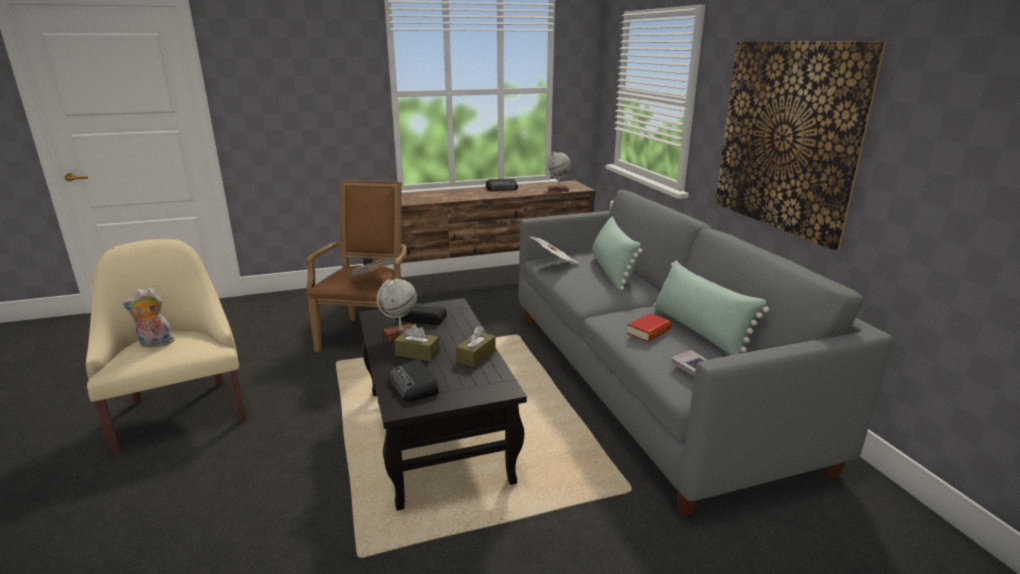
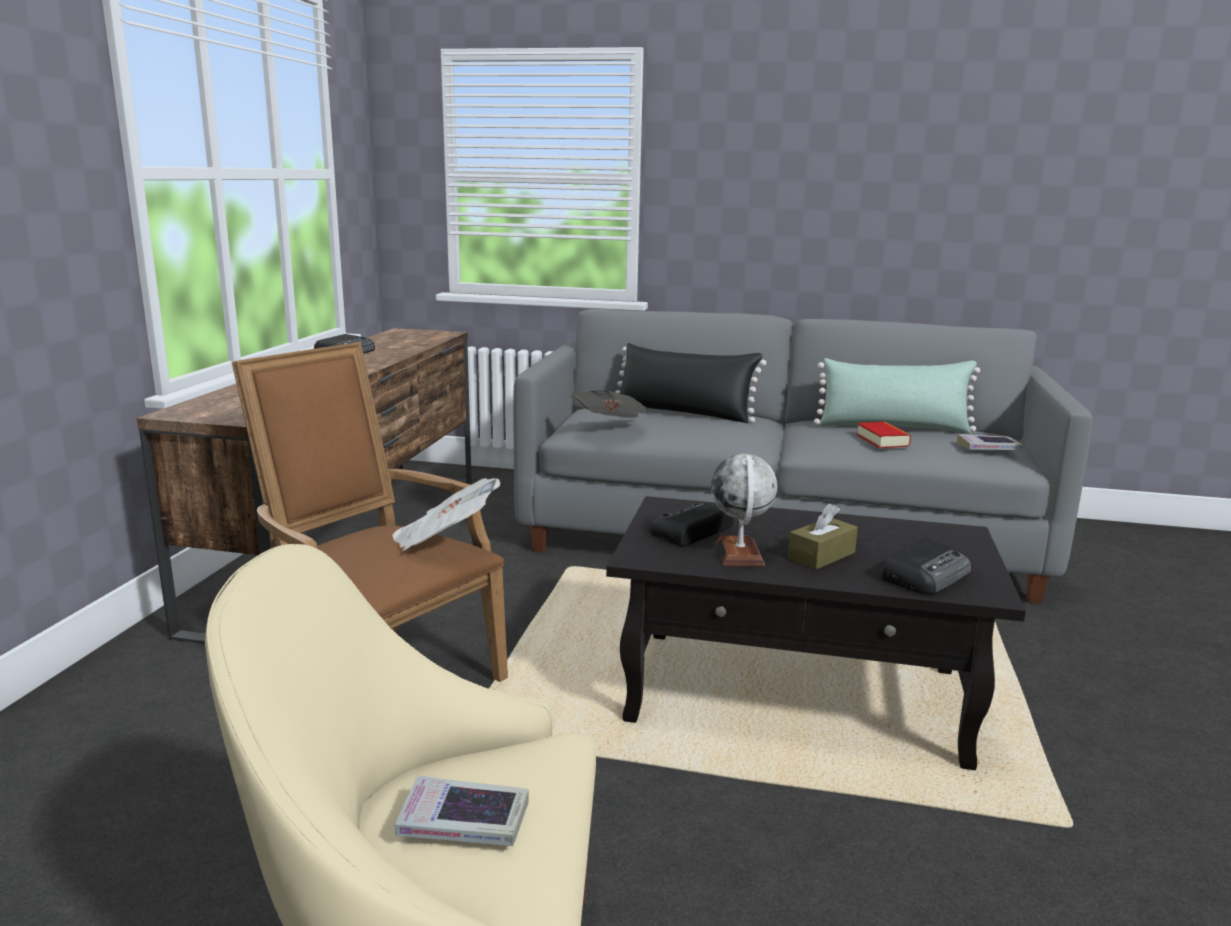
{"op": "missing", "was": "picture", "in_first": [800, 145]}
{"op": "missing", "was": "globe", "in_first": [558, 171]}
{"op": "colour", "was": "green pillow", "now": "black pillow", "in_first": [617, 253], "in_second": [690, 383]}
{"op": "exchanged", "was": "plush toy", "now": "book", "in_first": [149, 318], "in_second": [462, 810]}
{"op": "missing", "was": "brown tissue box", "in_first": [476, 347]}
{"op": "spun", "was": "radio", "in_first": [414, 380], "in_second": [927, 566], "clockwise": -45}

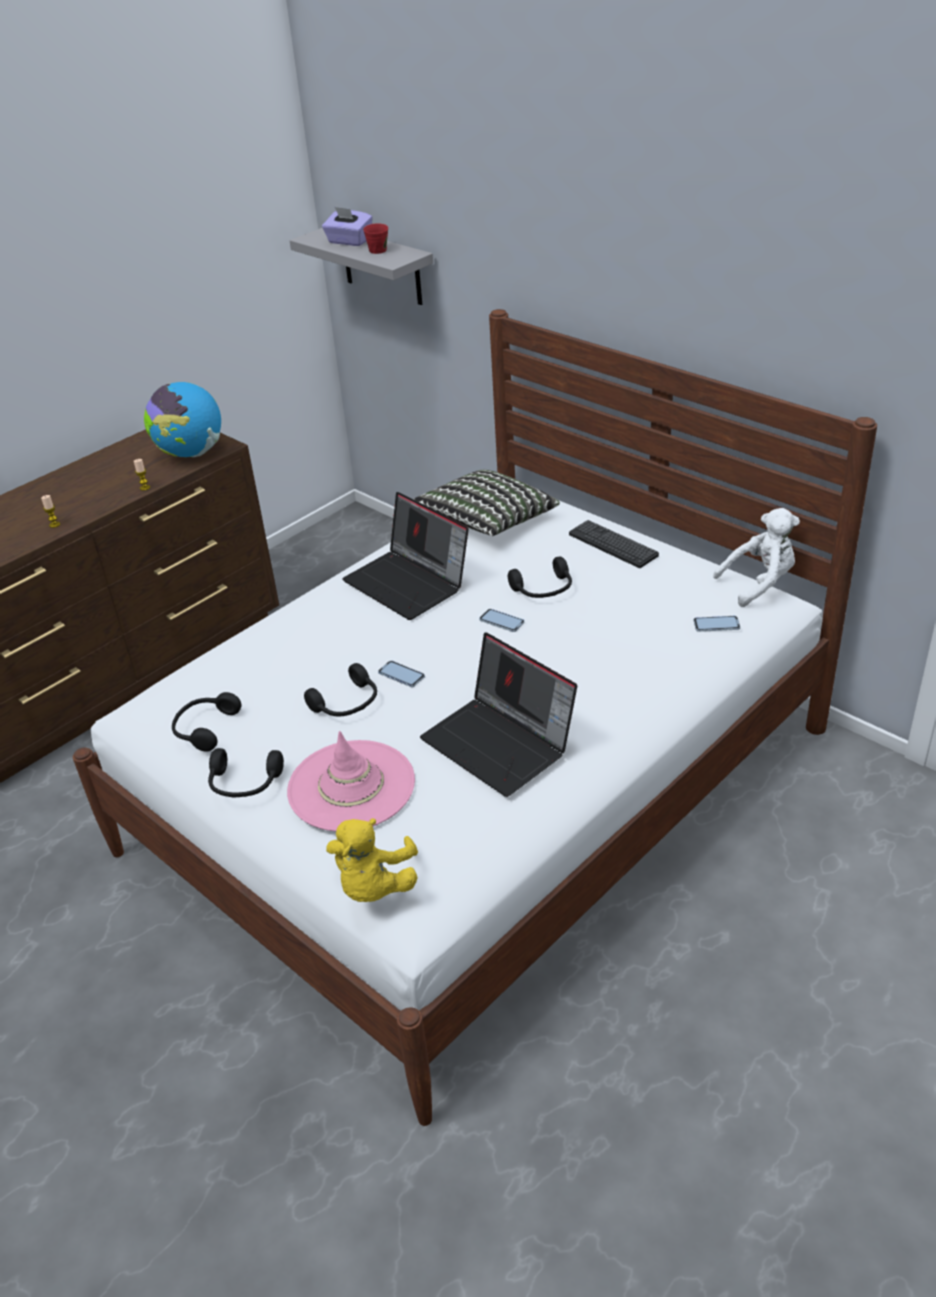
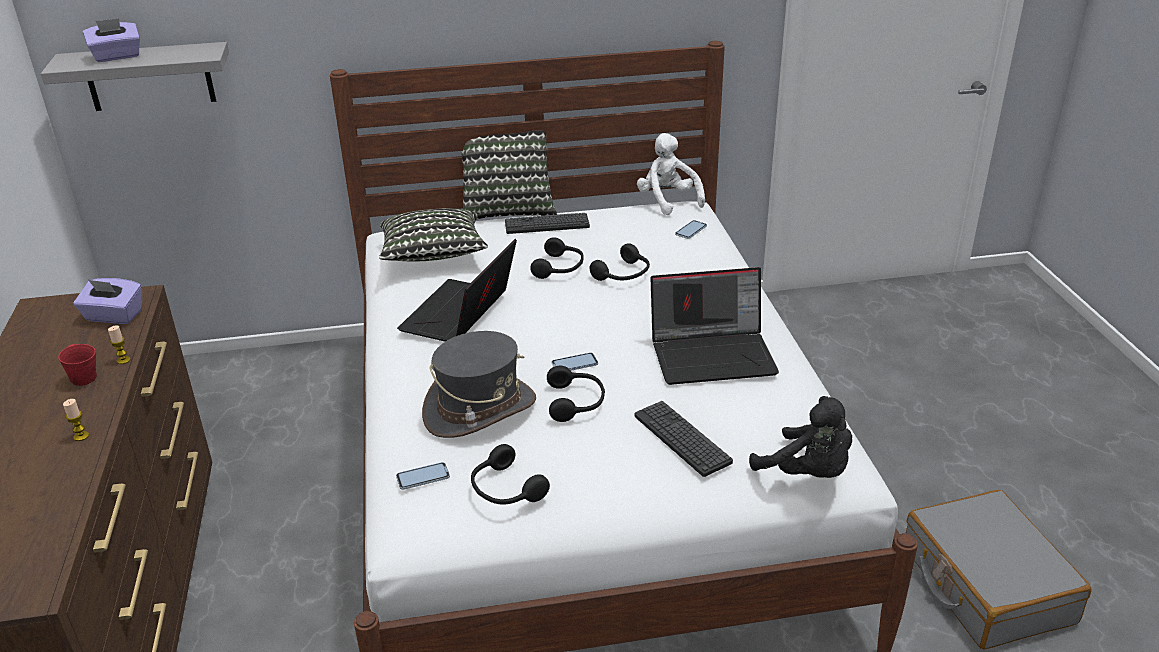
{"op": "relocated", "was": "red mug", "in_first": [375, 238], "in_second": [77, 365]}
{"op": "exchanged", "was": "globe", "now": "purple tissue box", "in_first": [182, 419], "in_second": [107, 301]}
{"op": "spun", "was": "laptop", "in_first": [405, 556], "in_second": [457, 290], "clockwise": 120}
{"op": "spun", "was": "white plush toy", "in_first": [756, 557], "in_second": [671, 174], "clockwise": -45}
{"op": "relocated", "was": "phone", "in_first": [502, 620], "in_second": [423, 476]}
{"op": "exchanged", "was": "pink hat", "now": "keyboard", "in_first": [351, 781], "in_second": [684, 439]}
{"op": "relocated", "was": "black headphones", "in_first": [246, 773], "in_second": [619, 262]}
{"op": "colour", "was": "yellow plush toy", "now": "black plush toy", "in_first": [372, 860], "in_second": [800, 437]}
{"op": "appeared", "now": "pillow", "in_second": [509, 175]}
{"op": "appeared", "now": "grey hat", "in_second": [479, 384]}
{"op": "appeared", "now": "grey suitcase", "in_second": [998, 570]}

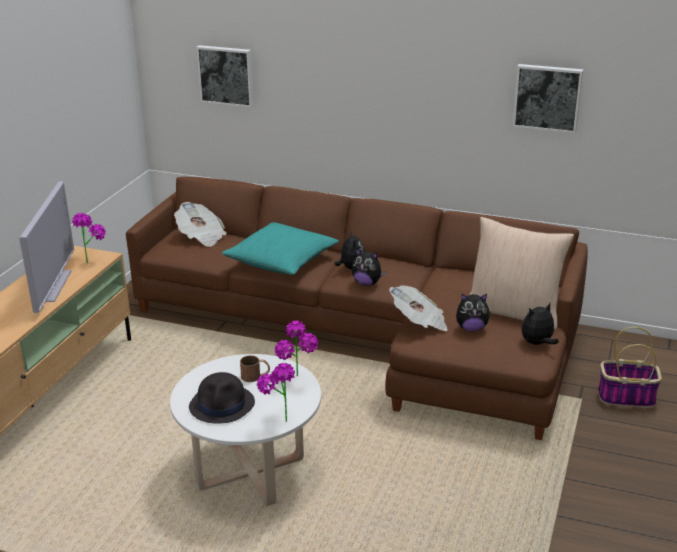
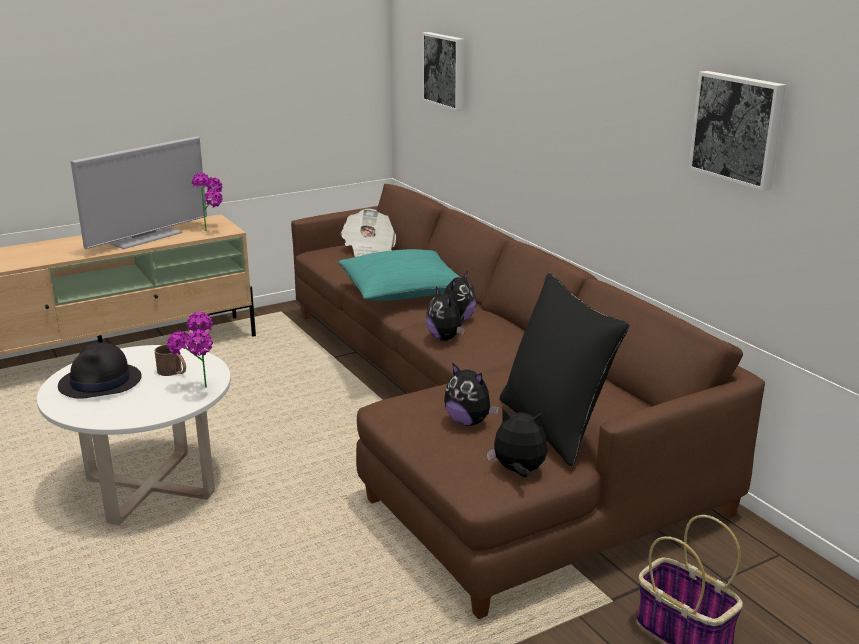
{"op": "colour", "was": "beige pillow", "now": "black pillow", "in_first": [521, 273], "in_second": [565, 370]}
{"op": "missing", "was": "newspaper", "in_first": [418, 308]}
{"op": "missing", "was": "potted plant", "in_first": [276, 392]}

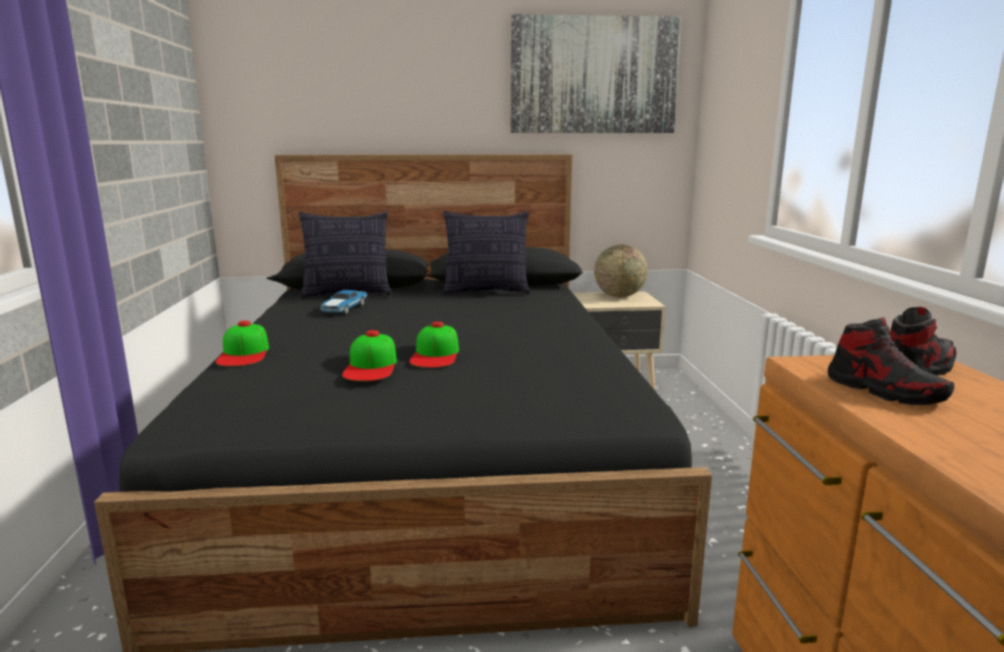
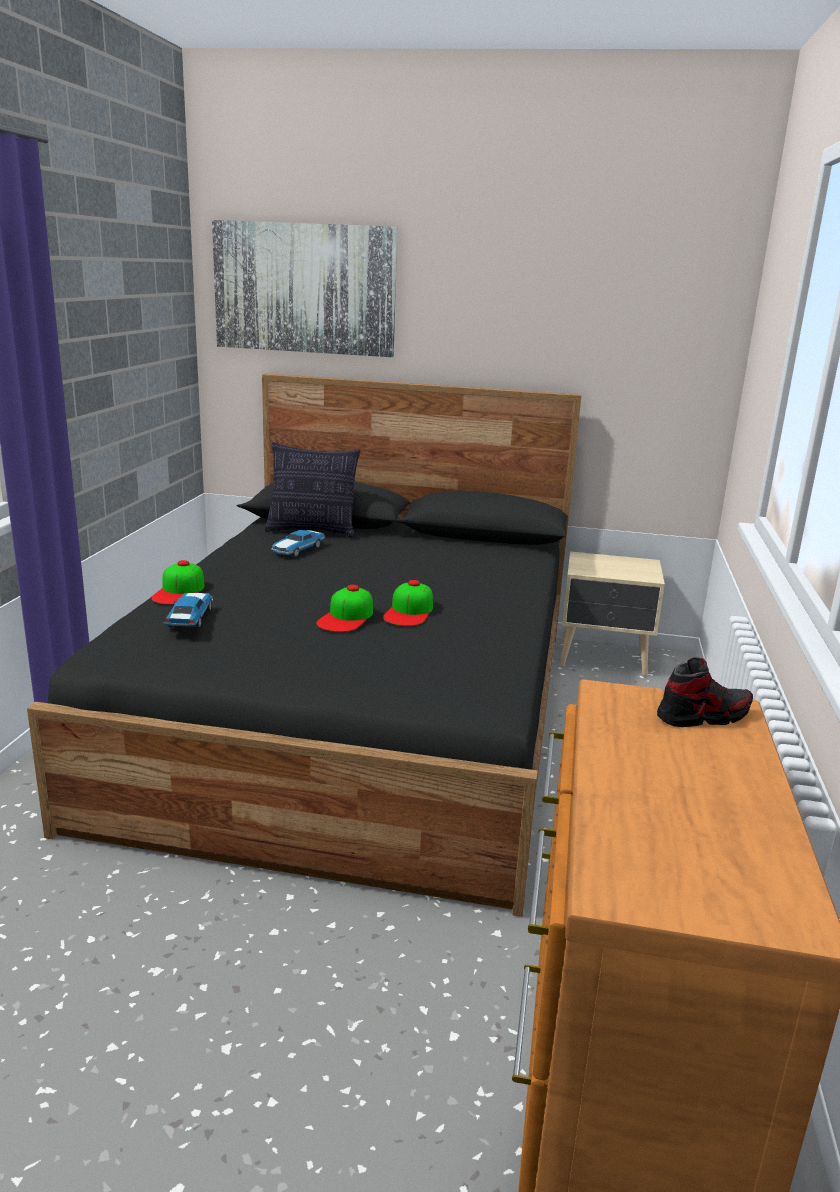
{"op": "relocated", "was": "picture", "in_first": [596, 73], "in_second": [304, 288]}
{"op": "missing", "was": "pillow", "in_first": [486, 253]}
{"op": "missing", "was": "globe", "in_first": [621, 270]}
{"op": "missing", "was": "shoe", "in_first": [891, 361]}
{"op": "relocated", "was": "cap", "in_first": [369, 355], "in_second": [408, 603]}
{"op": "appeared", "now": "toy car", "in_second": [188, 610]}

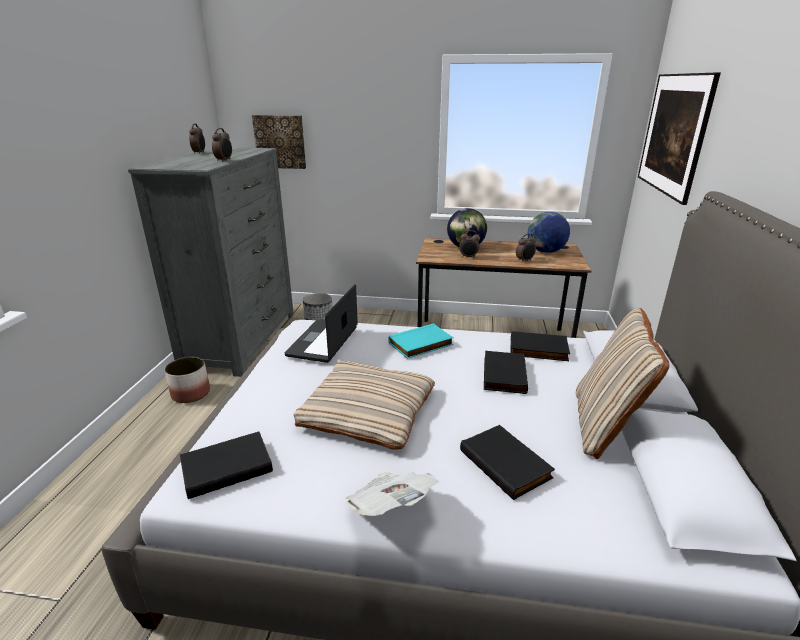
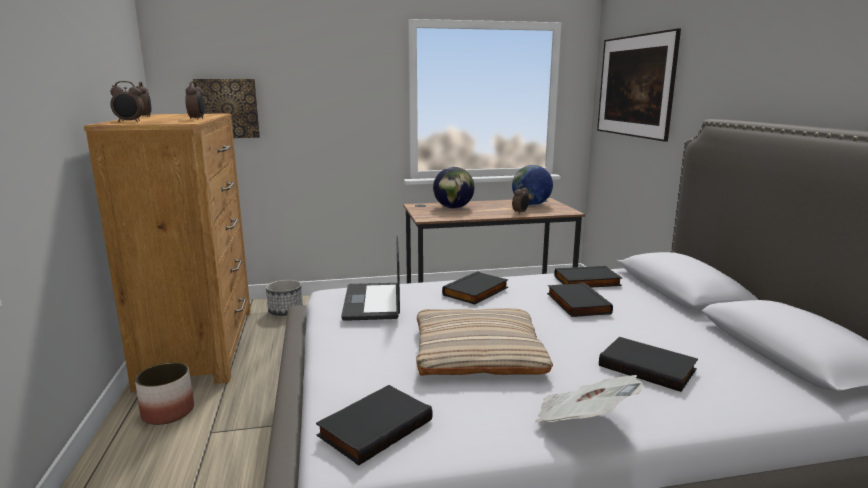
{"op": "colour", "was": "grey dresser", "now": "brown dresser", "in_first": [211, 262], "in_second": [167, 252]}
{"op": "relocated", "was": "alarm clock", "in_first": [469, 244], "in_second": [127, 101]}
{"op": "missing", "was": "beige pillow", "in_first": [622, 383]}
{"op": "colour", "was": "turquoise book", "now": "black book", "in_first": [421, 341], "in_second": [475, 287]}

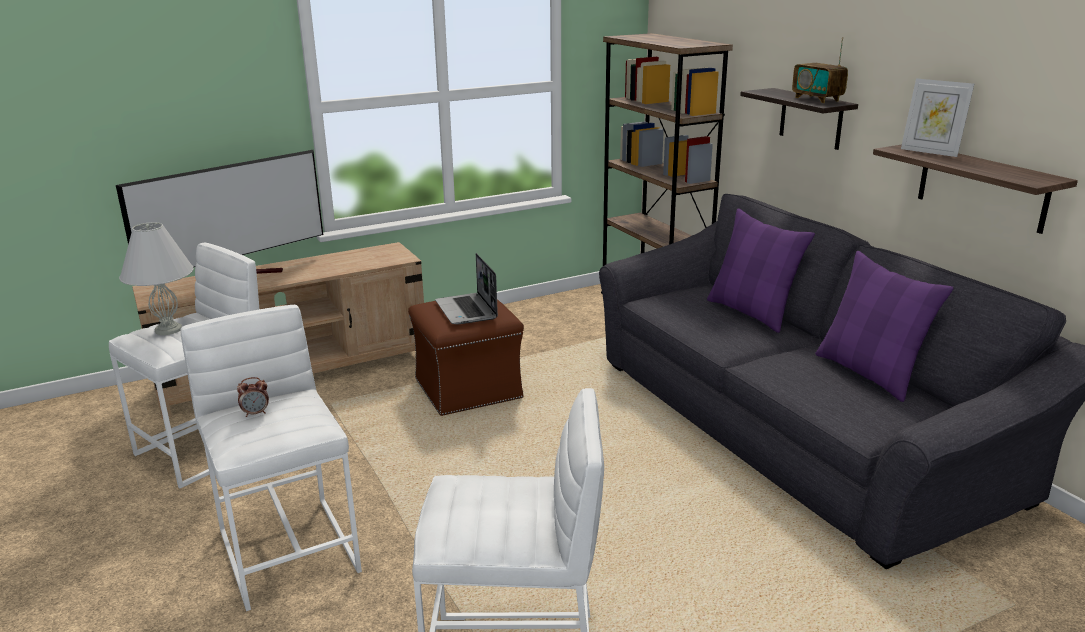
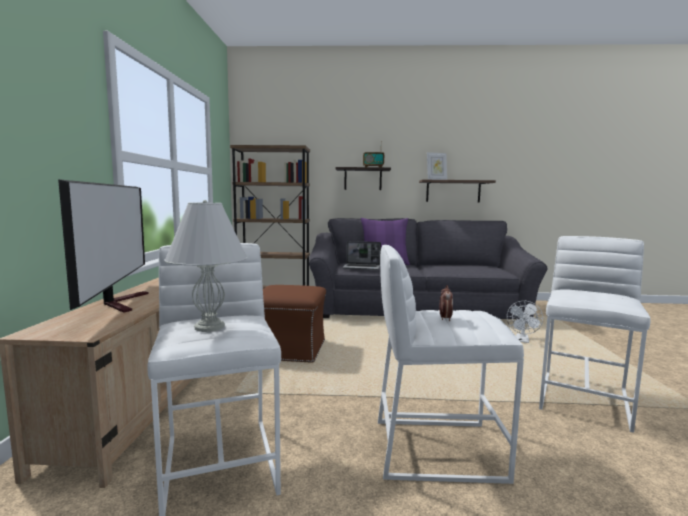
{"op": "missing", "was": "purple pillow", "in_first": [884, 326]}
{"op": "relocated", "was": "laptop", "in_first": [466, 289], "in_second": [362, 255]}
{"op": "appeared", "now": "white fan", "in_second": [525, 322]}

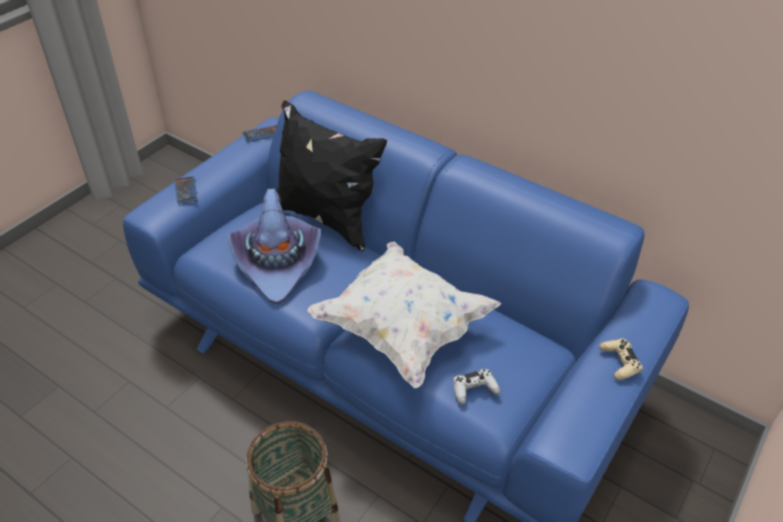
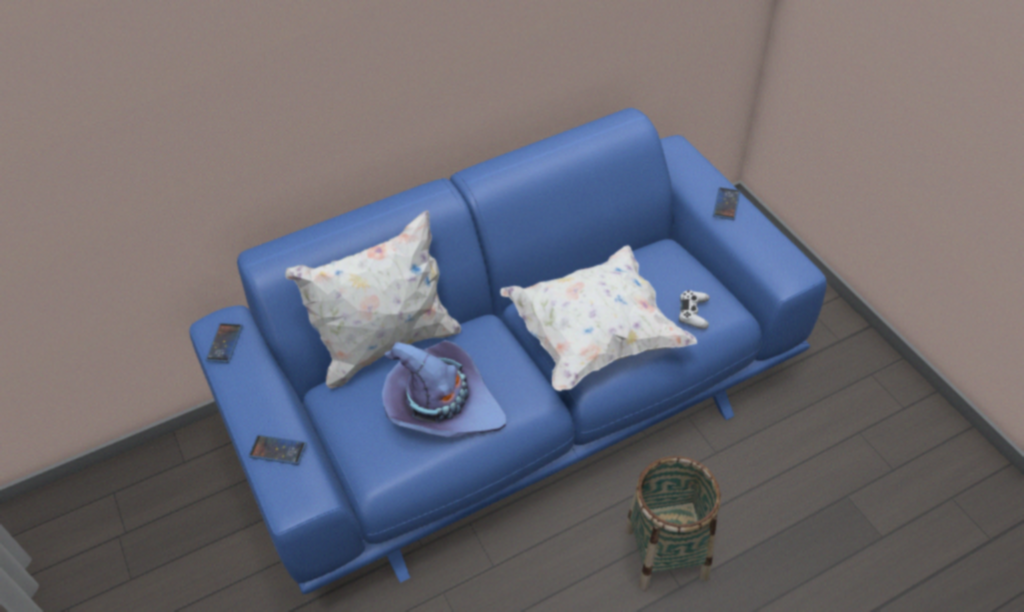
{"op": "colour", "was": "black pillow", "now": "white pillow", "in_first": [331, 176], "in_second": [373, 299]}
{"op": "exchanged", "was": "beige game controller", "now": "phone", "in_first": [621, 359], "in_second": [726, 203]}

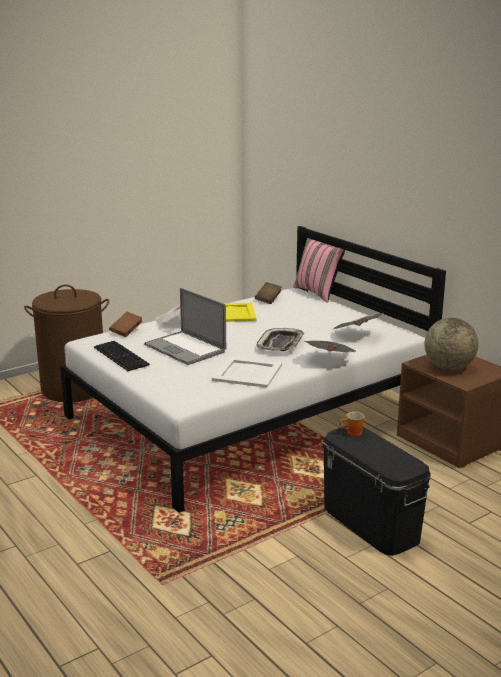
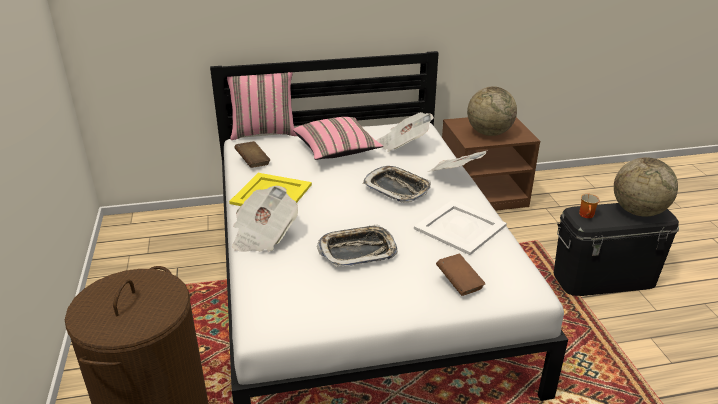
{"op": "exchanged", "was": "laptop", "now": "tray", "in_first": [185, 326], "in_second": [357, 245]}
{"op": "relocated", "was": "brown book", "in_first": [126, 324], "in_second": [460, 275]}
{"op": "missing", "was": "keyboard", "in_first": [122, 356]}
{"op": "appeared", "now": "pink pillow", "in_second": [338, 138]}
{"op": "appeared", "now": "globe", "in_second": [646, 186]}

